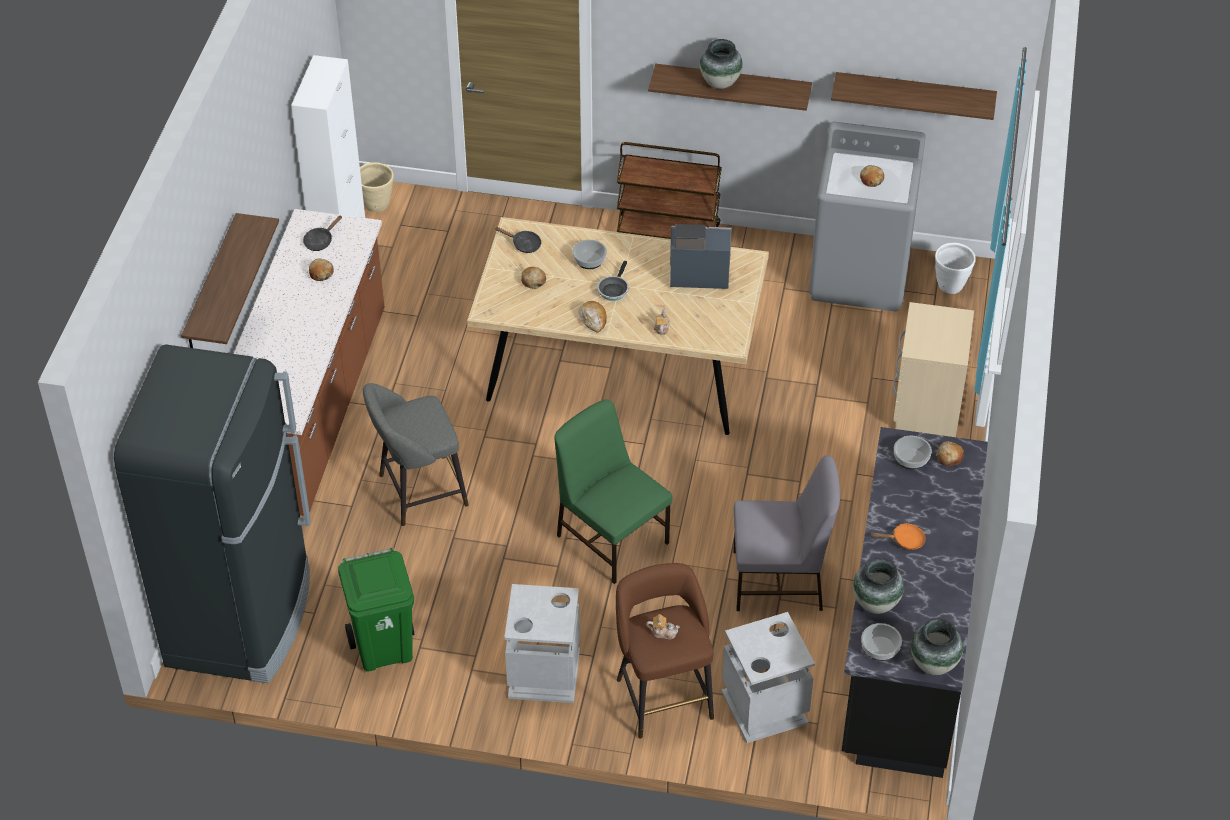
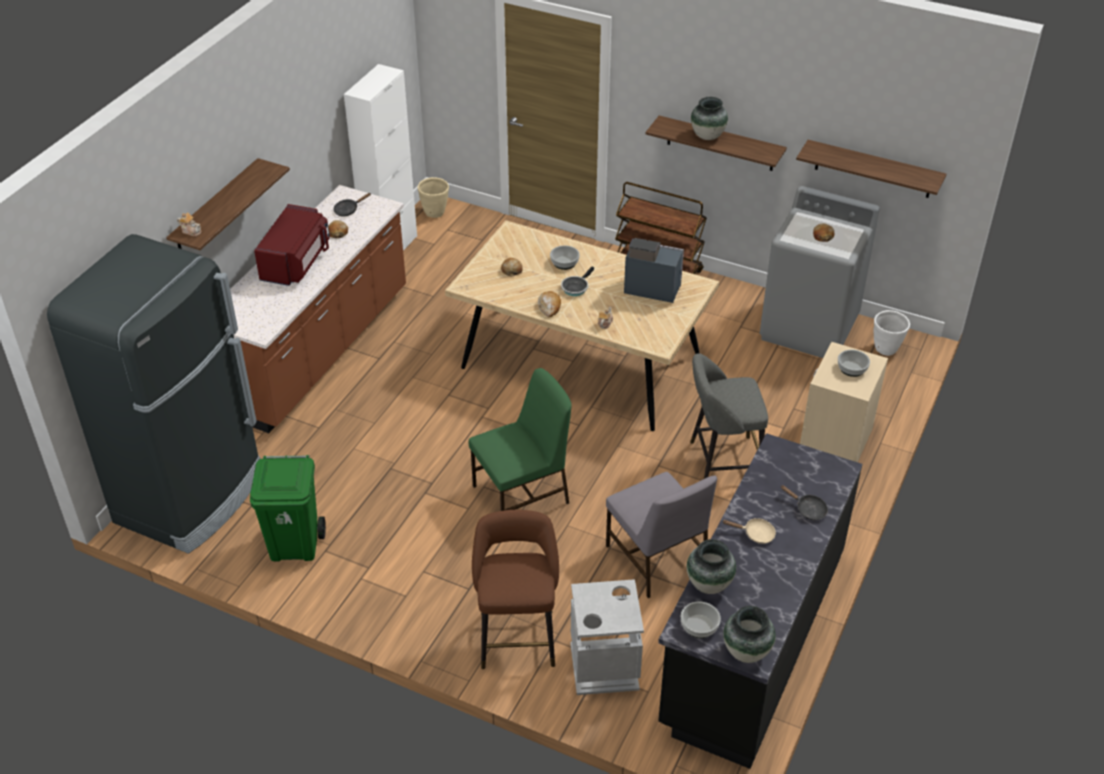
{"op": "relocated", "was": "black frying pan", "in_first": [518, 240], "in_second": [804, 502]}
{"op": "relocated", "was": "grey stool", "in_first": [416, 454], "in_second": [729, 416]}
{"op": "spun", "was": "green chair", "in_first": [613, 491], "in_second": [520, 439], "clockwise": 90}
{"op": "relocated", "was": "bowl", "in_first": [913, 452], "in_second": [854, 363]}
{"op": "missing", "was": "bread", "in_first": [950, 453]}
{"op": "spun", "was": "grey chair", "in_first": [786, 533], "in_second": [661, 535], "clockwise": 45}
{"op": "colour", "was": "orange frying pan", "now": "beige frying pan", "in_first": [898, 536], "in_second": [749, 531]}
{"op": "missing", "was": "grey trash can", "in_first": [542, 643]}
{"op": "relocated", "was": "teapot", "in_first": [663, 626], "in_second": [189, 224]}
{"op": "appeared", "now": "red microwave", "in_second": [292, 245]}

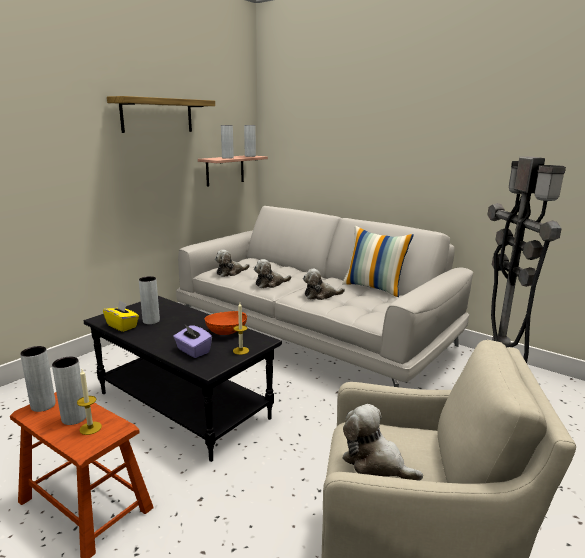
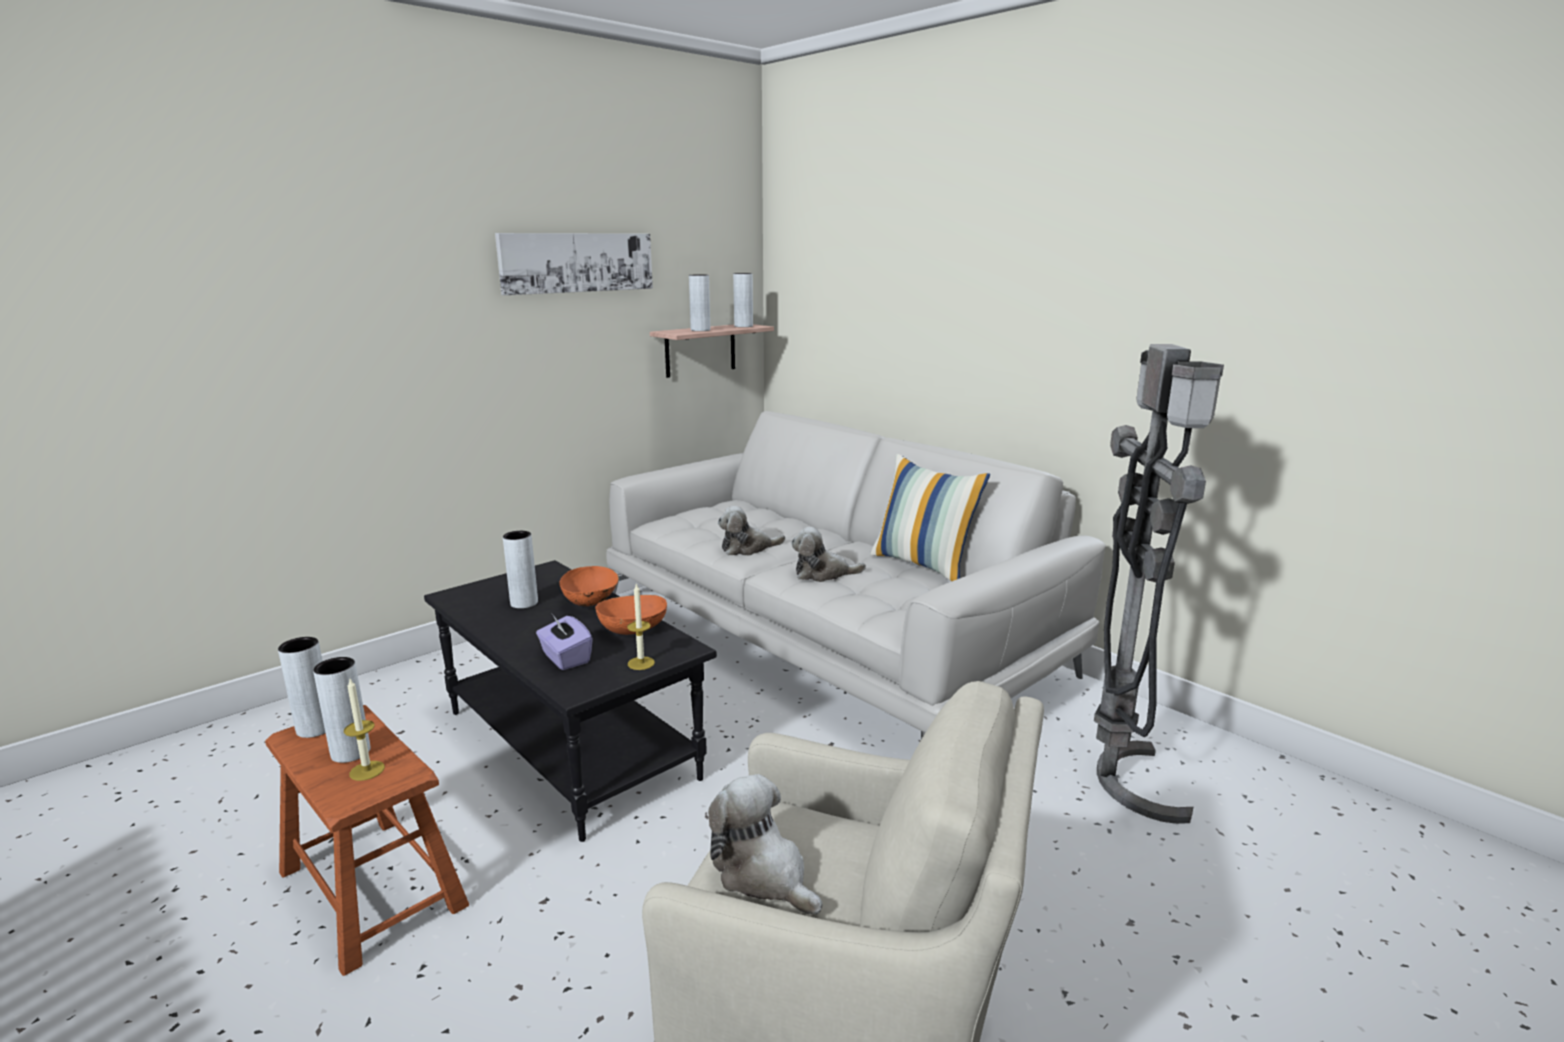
{"op": "exchanged", "was": "shelf", "now": "picture", "in_first": [161, 114], "in_second": [574, 264]}
{"op": "missing", "was": "plush toy", "in_first": [232, 263]}
{"op": "missing", "was": "yellow tissue box", "in_first": [121, 316]}
{"op": "appeared", "now": "orange bowl", "in_second": [589, 586]}

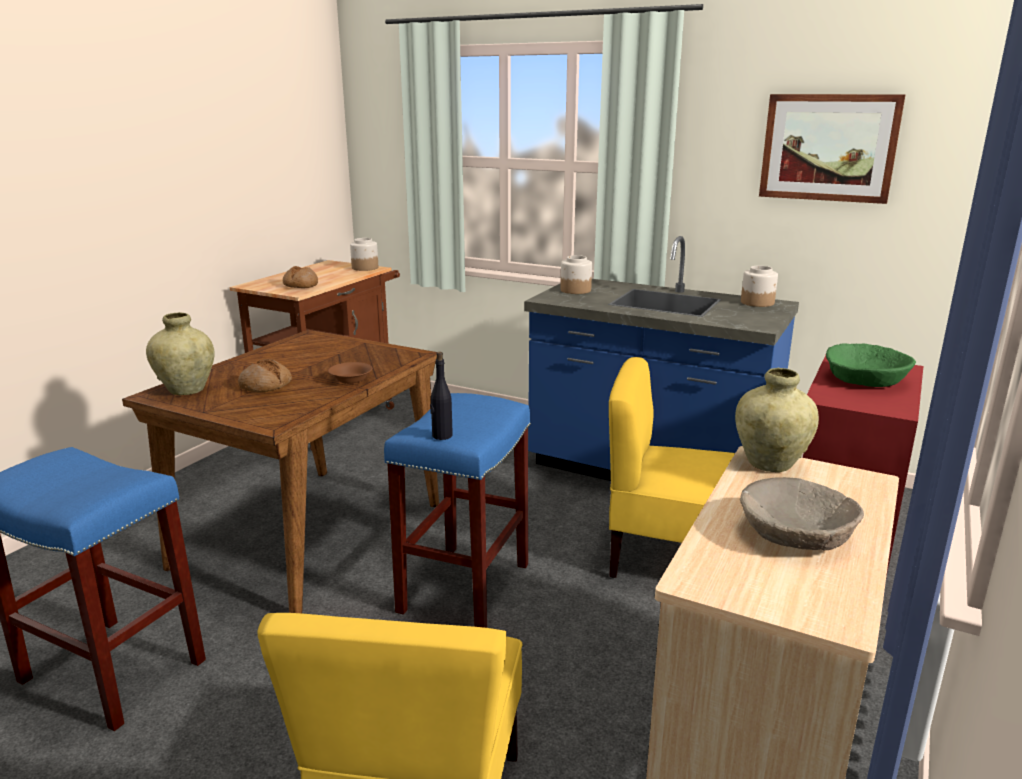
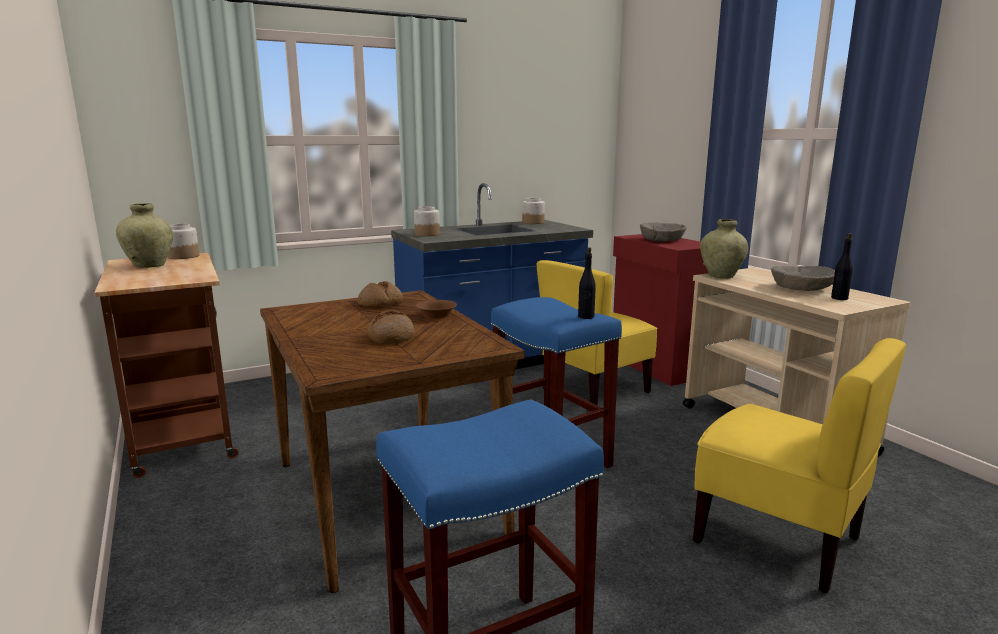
{"op": "missing", "was": "picture", "in_first": [832, 149]}
{"op": "relocated", "was": "bread", "in_first": [300, 277], "in_second": [380, 294]}
{"op": "relocated", "was": "beige vase", "in_first": [180, 353], "in_second": [144, 235]}
{"op": "colour", "was": "green bowl", "now": "beige bowl", "in_first": [871, 365], "in_second": [663, 232]}
{"op": "appeared", "now": "black bottle", "in_second": [842, 266]}

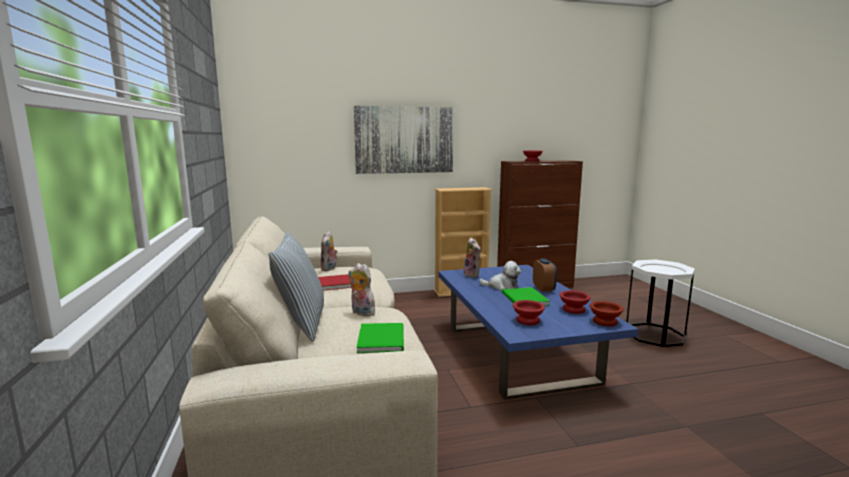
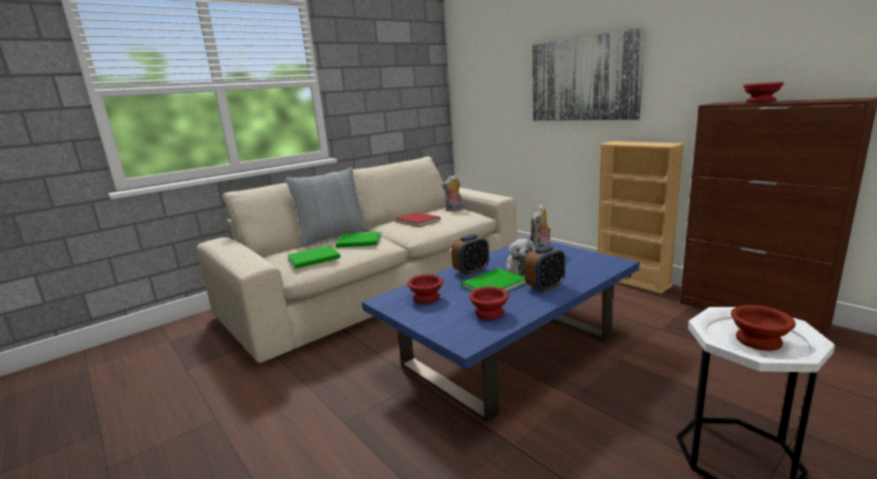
{"op": "exchanged", "was": "plush toy", "now": "green book", "in_first": [361, 289], "in_second": [359, 240]}
{"op": "relocated", "was": "brown bowl", "in_first": [607, 313], "in_second": [763, 328]}
{"op": "appeared", "now": "alarm clock", "in_second": [470, 255]}

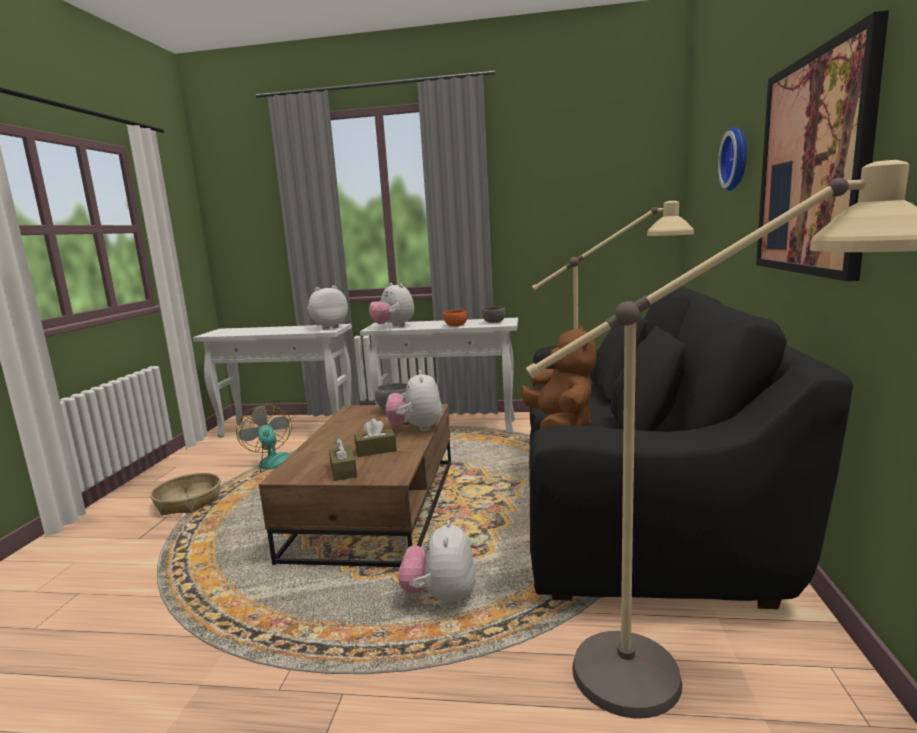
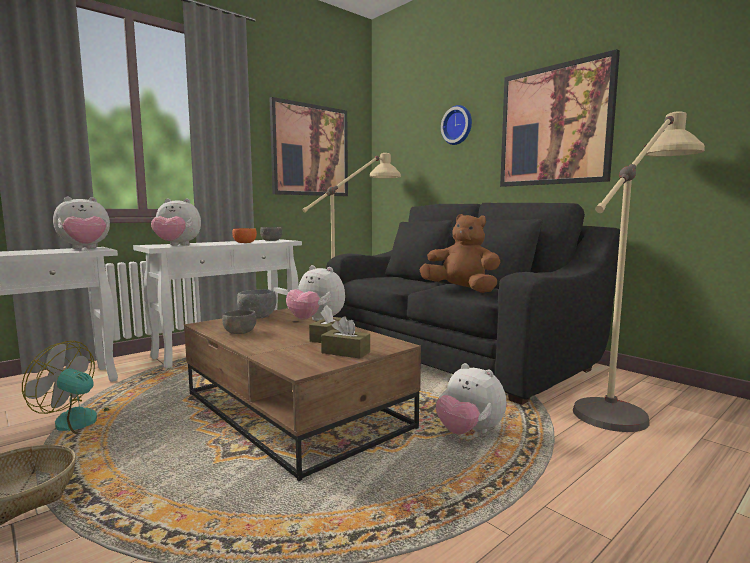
{"op": "spun", "was": "plush toy", "in_first": [327, 307], "in_second": [81, 223], "clockwise": -135}
{"op": "appeared", "now": "picture", "in_second": [308, 146]}
{"op": "appeared", "now": "grey bowl", "in_second": [239, 322]}

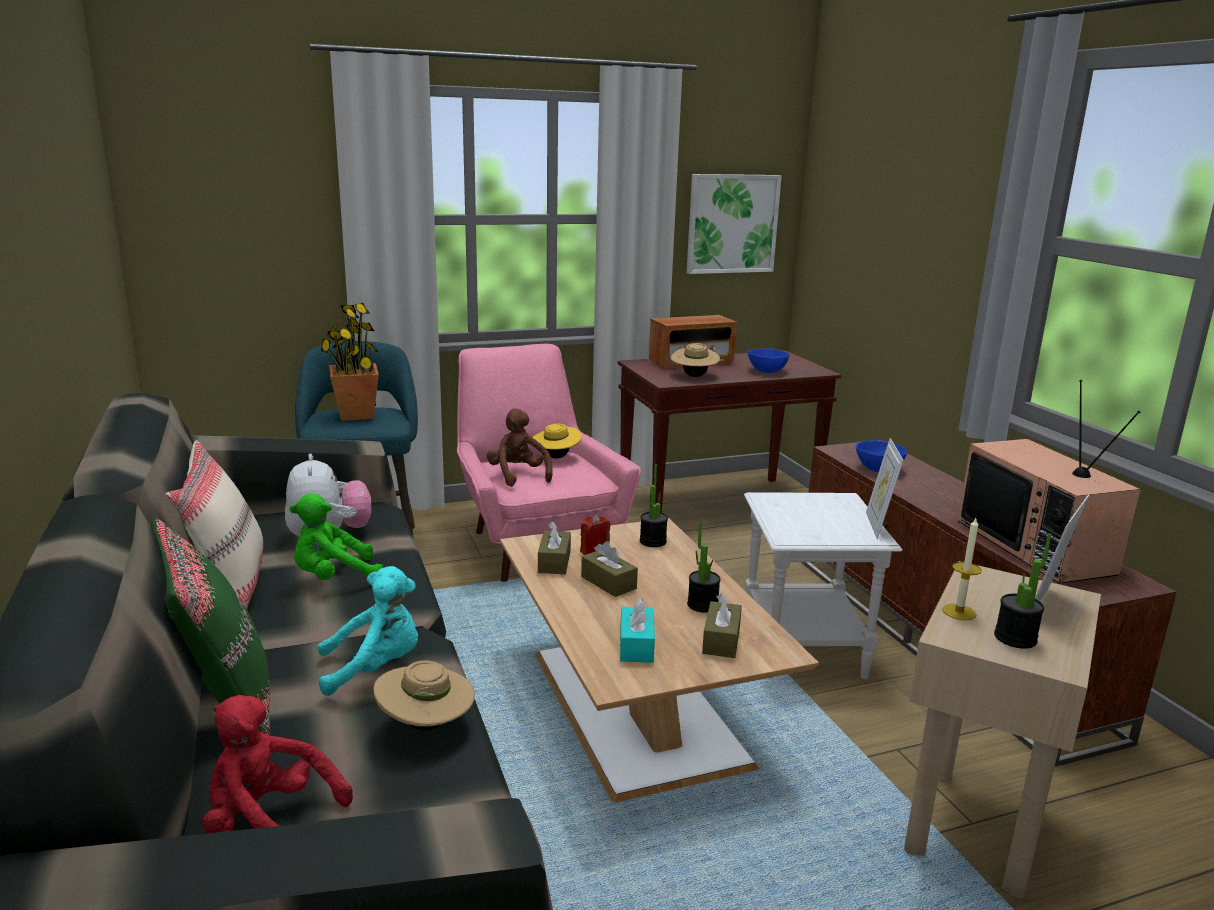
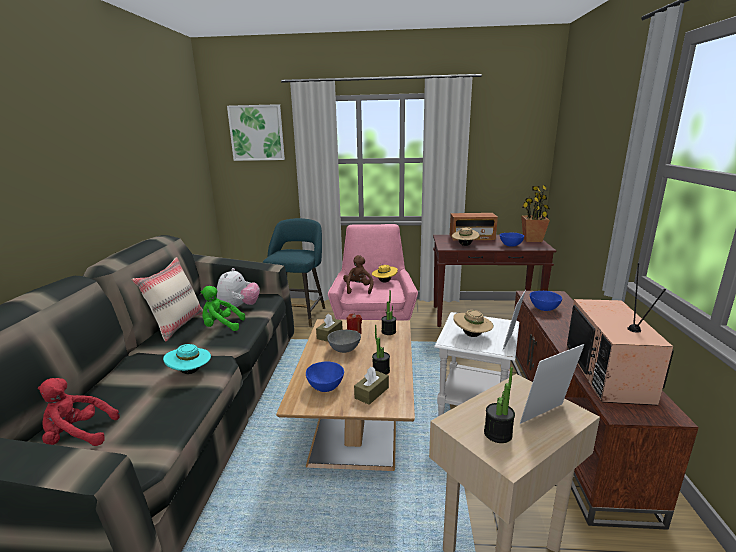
{"op": "relocated", "was": "picture", "in_first": [734, 224], "in_second": [256, 132]}
{"op": "relocated", "was": "potted plant", "in_first": [350, 362], "in_second": [535, 213]}
{"op": "missing", "was": "green pillow", "in_first": [210, 626]}
{"op": "missing", "was": "candle", "in_first": [962, 569]}
{"op": "exchanged", "was": "brown tissue box", "now": "grey bowl", "in_first": [609, 569], "in_second": [344, 341]}
{"op": "exchanged", "was": "turquoise plush toy", "now": "turquoise hat", "in_first": [368, 631], "in_second": [187, 359]}
{"op": "exchanged", "was": "turquoise tissue box", "now": "blue bowl", "in_first": [637, 630], "in_second": [325, 376]}
{"op": "relocated", "was": "beige hat", "in_first": [424, 696], "in_second": [473, 323]}
{"op": "spun", "was": "red plush toy", "in_first": [277, 764], "in_second": [79, 412], "clockwise": -45}

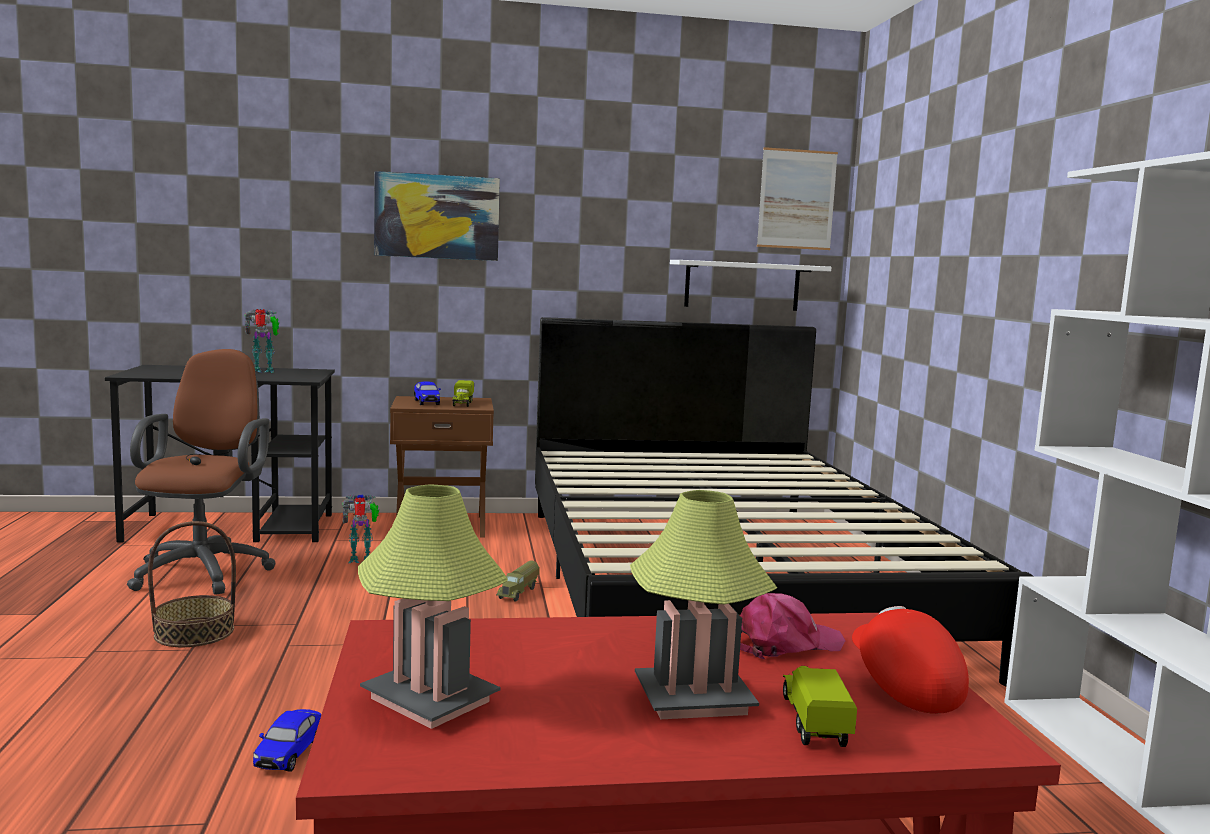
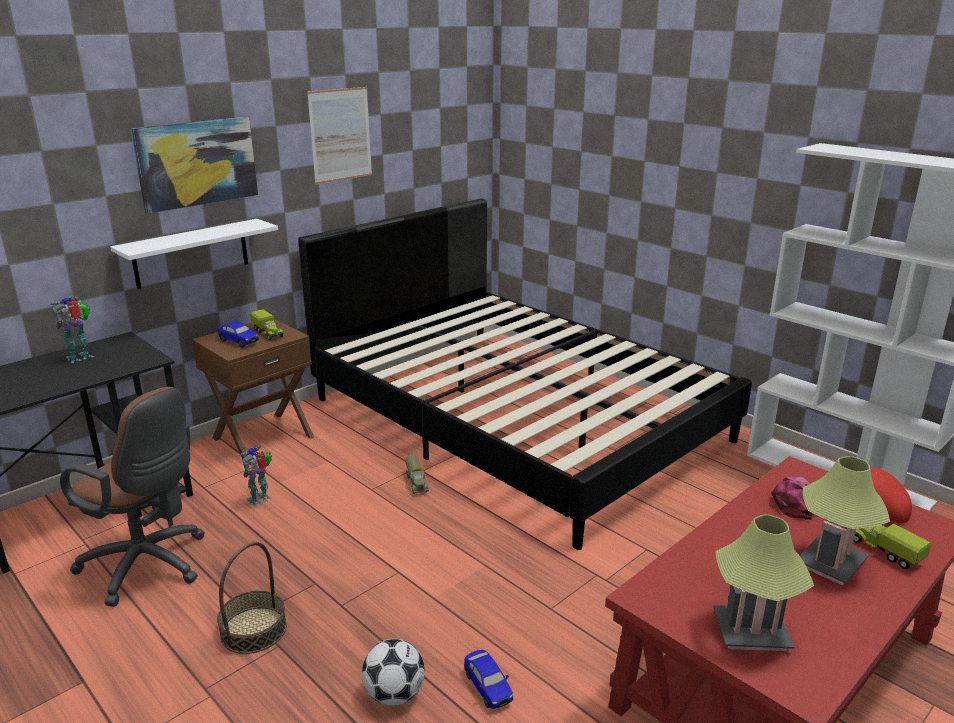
{"op": "relocated", "was": "picture", "in_first": [797, 198], "in_second": [339, 135]}
{"op": "relocated", "was": "white shelf", "in_first": [750, 285], "in_second": [194, 254]}
{"op": "spun", "was": "brown office chair", "in_first": [201, 472], "in_second": [132, 497], "clockwise": 150}
{"op": "appeared", "now": "football", "in_second": [393, 672]}

